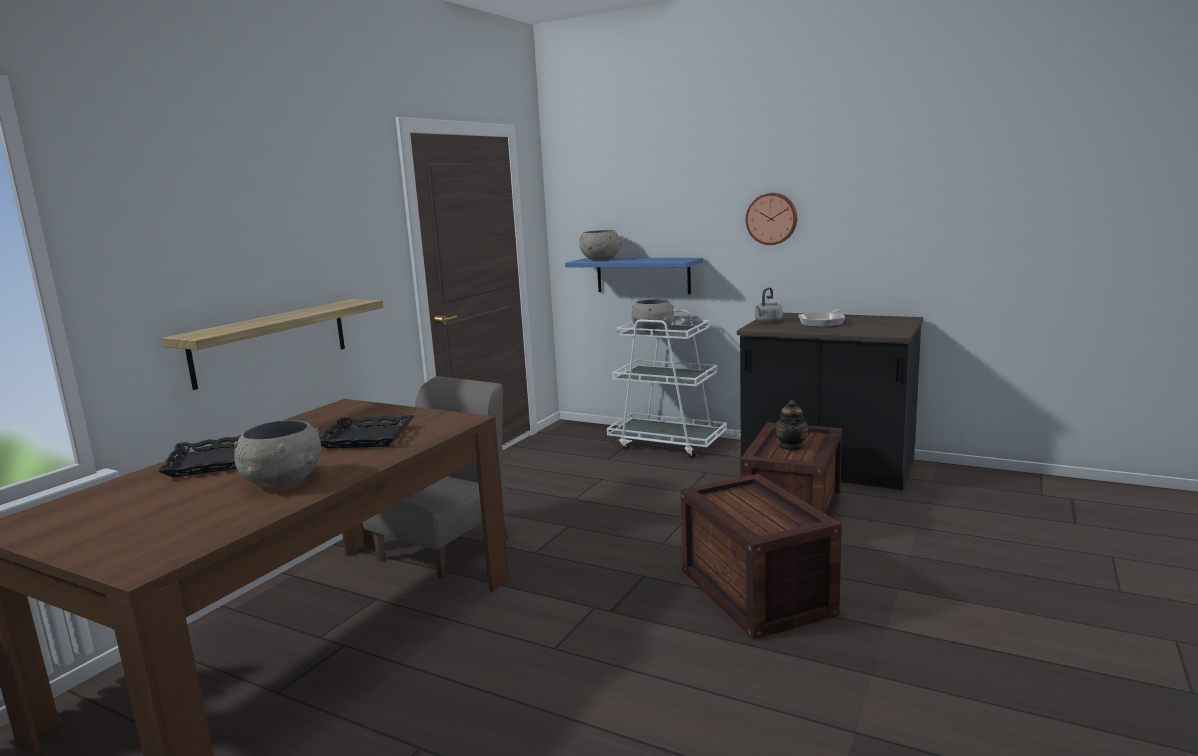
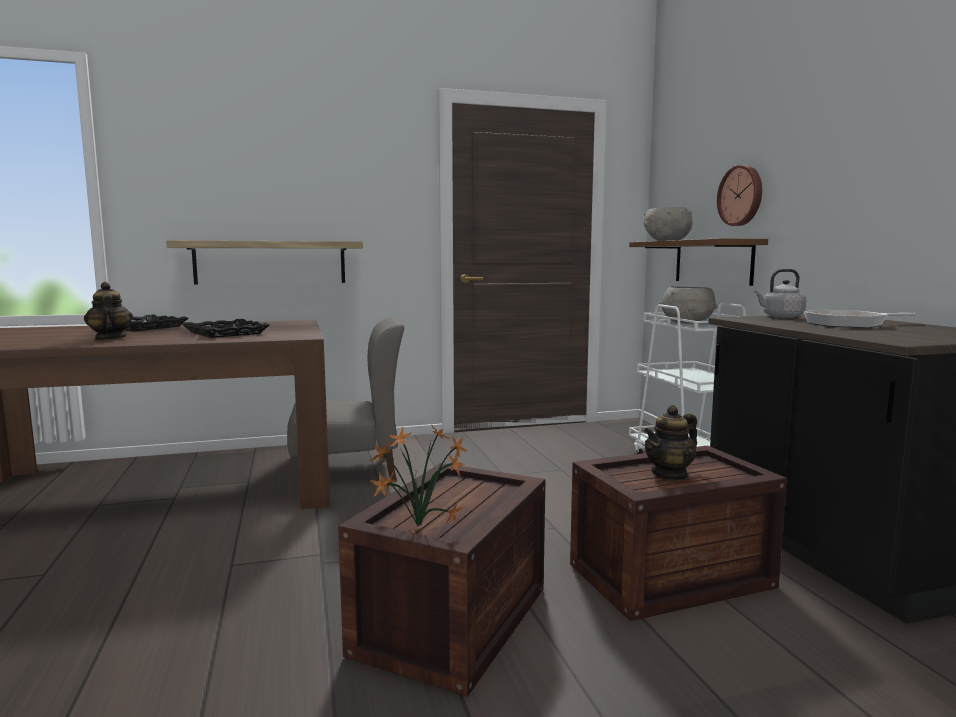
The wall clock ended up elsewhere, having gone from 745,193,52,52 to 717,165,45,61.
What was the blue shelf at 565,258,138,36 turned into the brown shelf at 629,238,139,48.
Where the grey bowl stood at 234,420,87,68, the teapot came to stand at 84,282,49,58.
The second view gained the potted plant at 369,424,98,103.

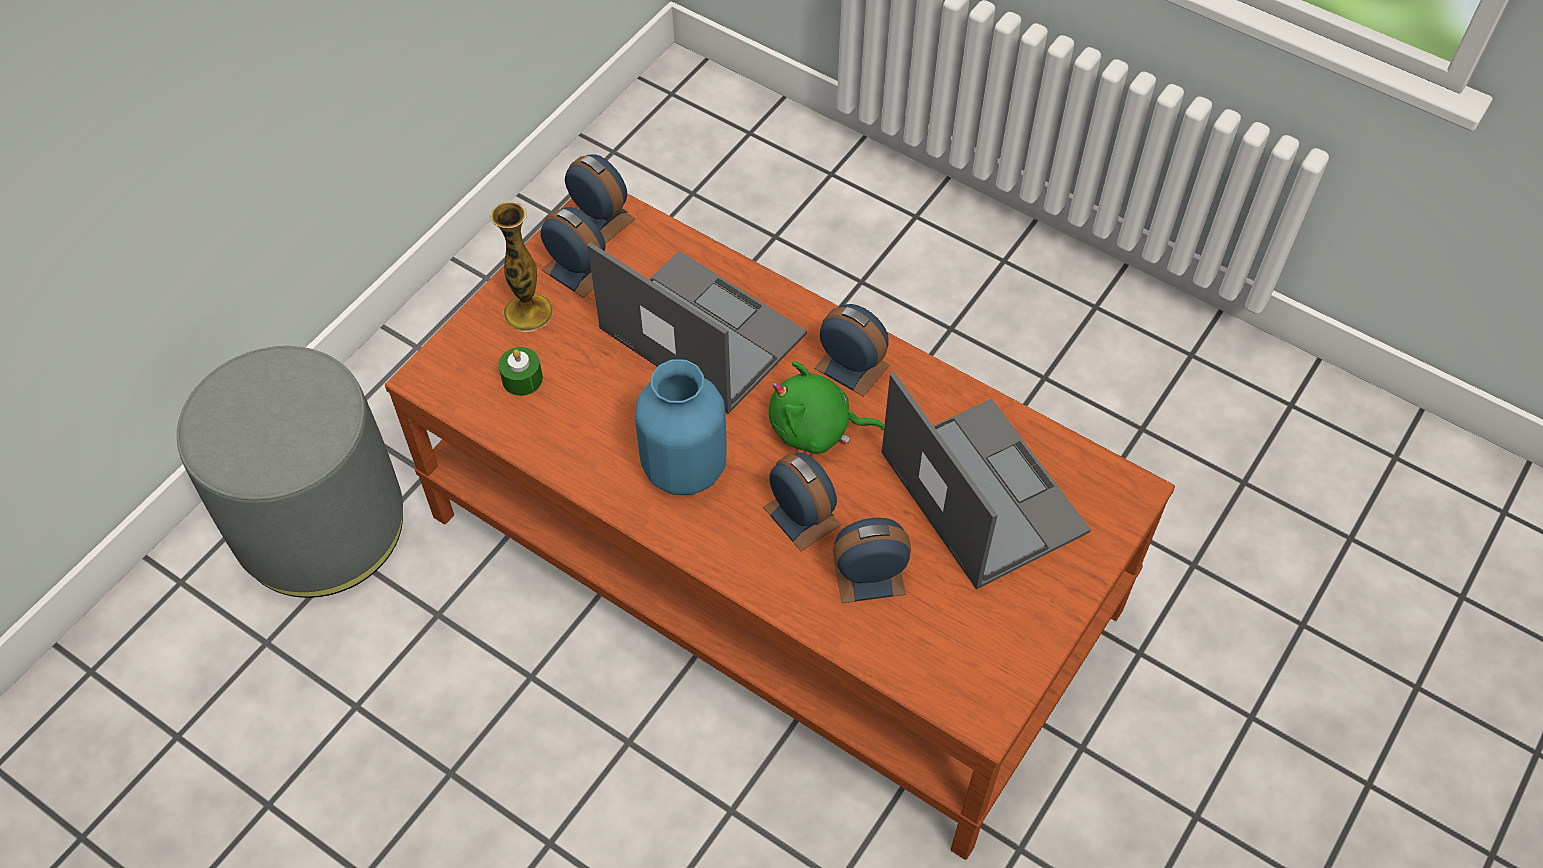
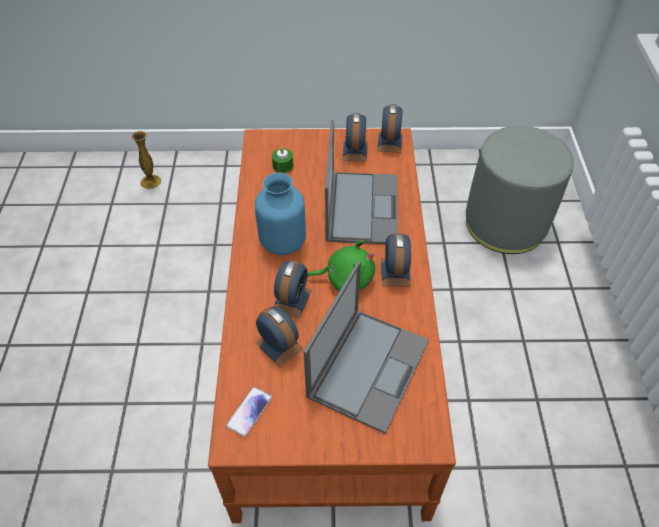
The vase ended up elsewhere, having gone from 490,201,63,131 to 132,131,29,58.
The grey ottoman ended up elsewhere, having gone from 177,346,226,252 to 466,126,108,128.
The green plush toy at 769,361,115,93 ended up facing another way, 120 degrees clockwise from before.
The second view gained the phone at 226,387,46,50.

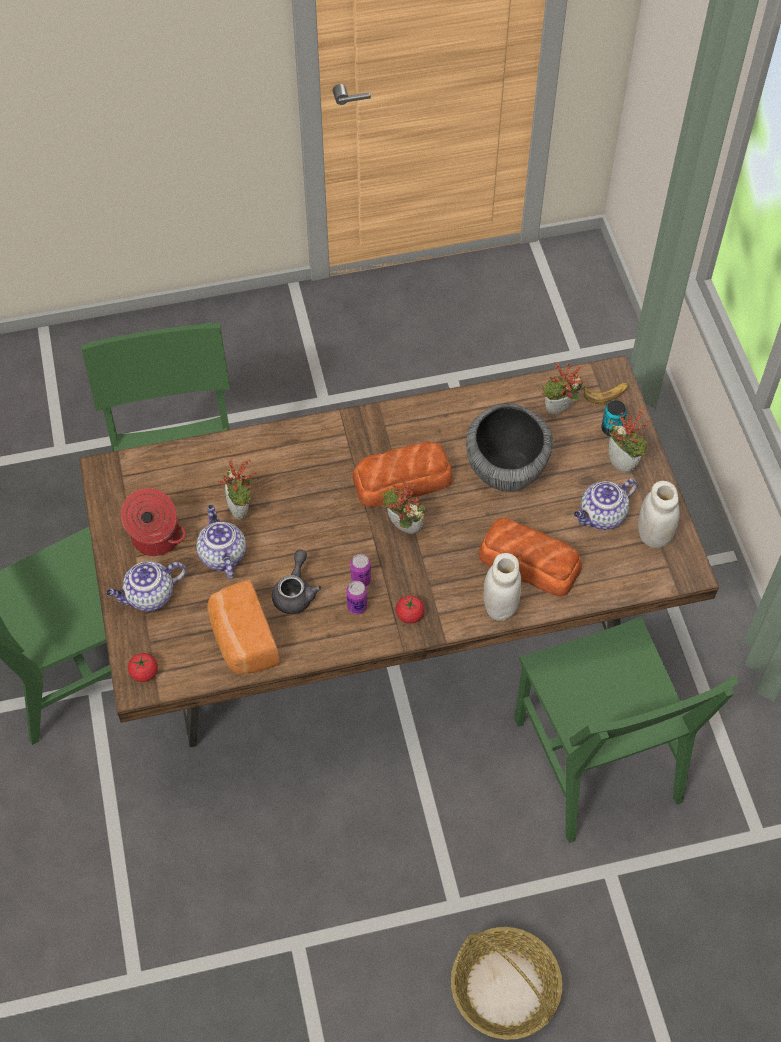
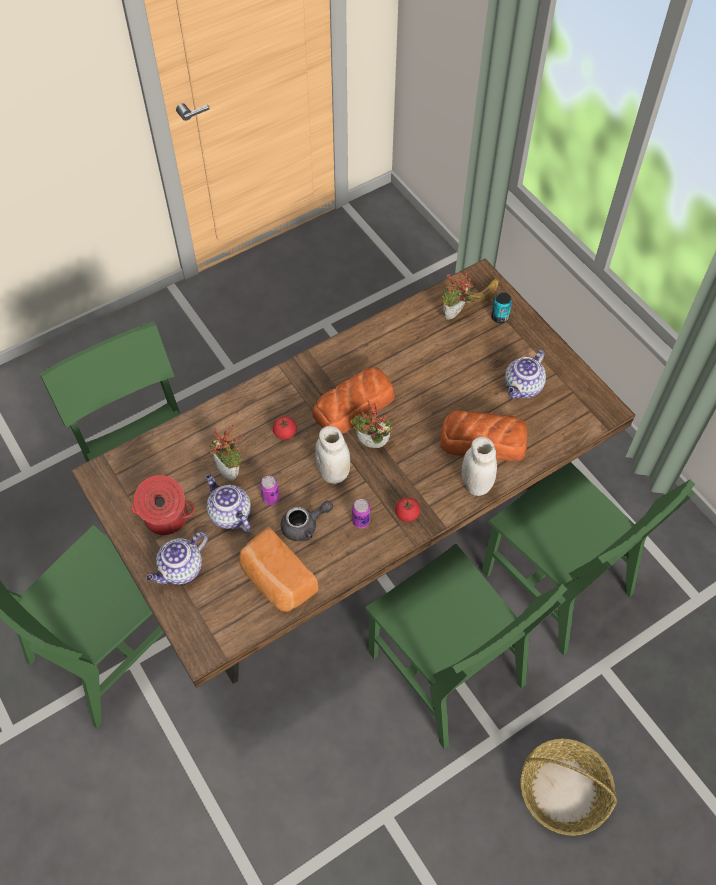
The second view lost the bowl at 466,404,87,88.
The second view lost the potted plant at 608,408,43,65.
The white jar ended up elsewhere, having gone from 638,481,42,67 to 315,426,35,58.
The grey teapot at 272,550,49,64 ended up facing another way, 75 degrees clockwise from before.
The can ended up elsewhere, having gone from 350,554,21,32 to 260,476,20,29.
The tomato ended up elsewhere, having gone from 128,653,30,29 to 273,416,24,24.
The second view gained the green chair at 365,543,202,206.

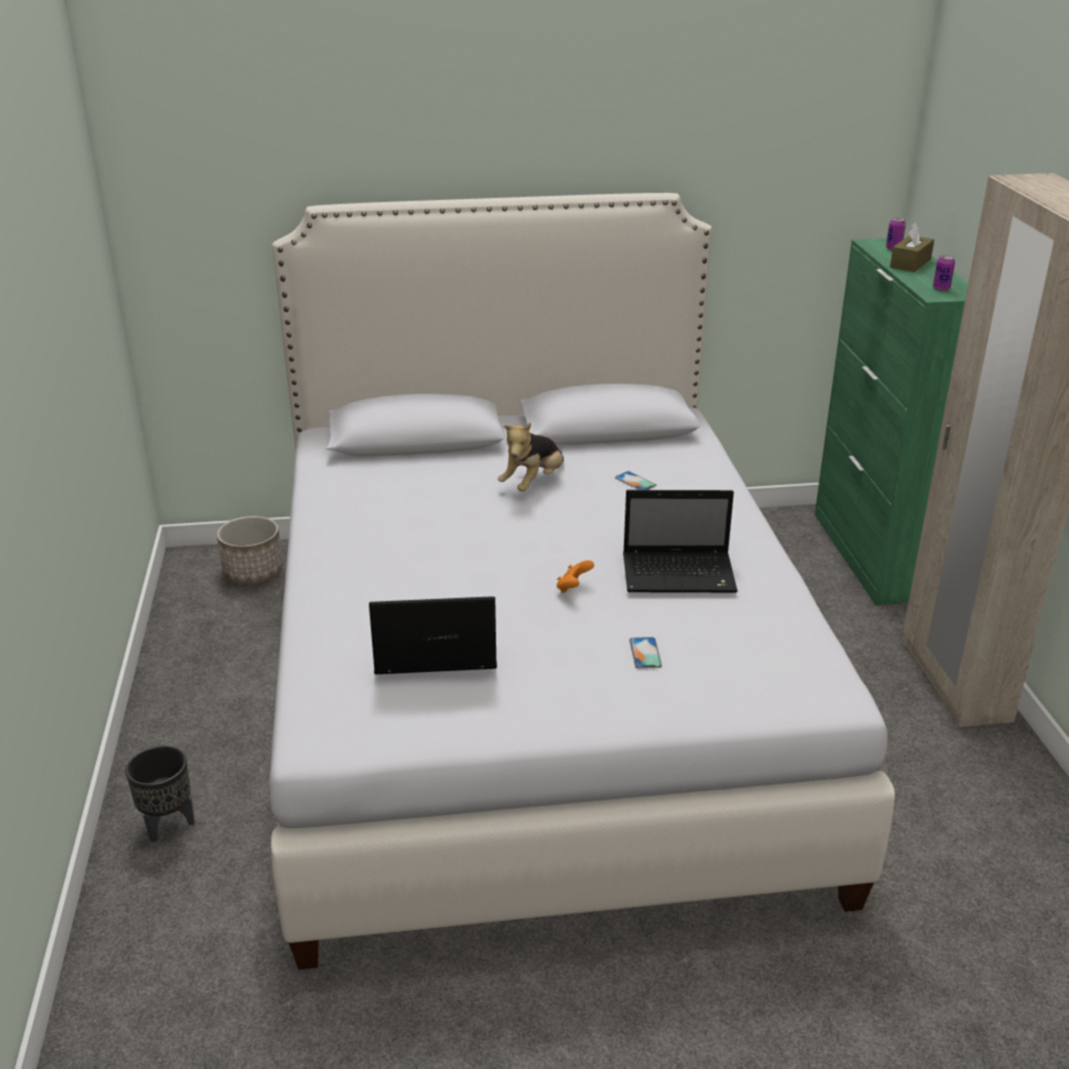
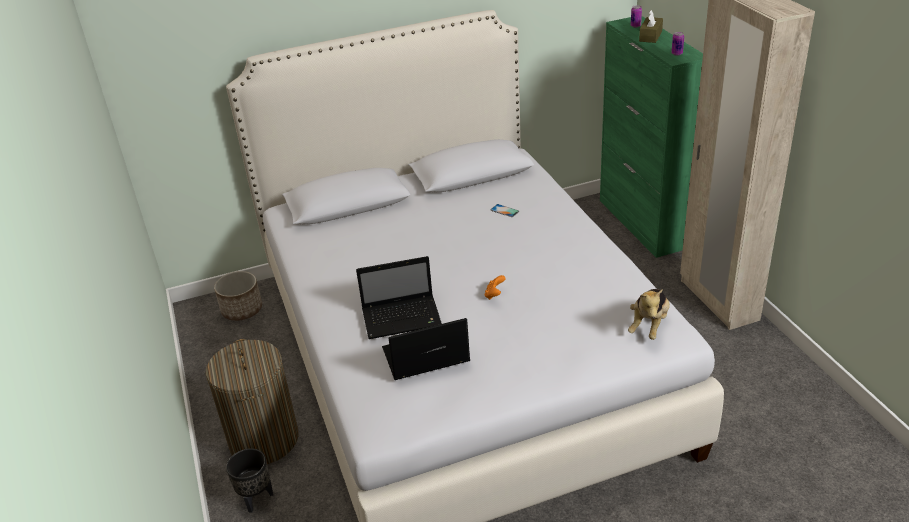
The plush toy ended up elsewhere, having gone from 498,422,66,69 to 628,289,42,51.
The laptop ended up elsewhere, having gone from 623,490,114,103 to 356,256,86,83.
The second view lost the phone at 629,637,33,32.
The second view gained the laundry basket at 206,339,93,125.

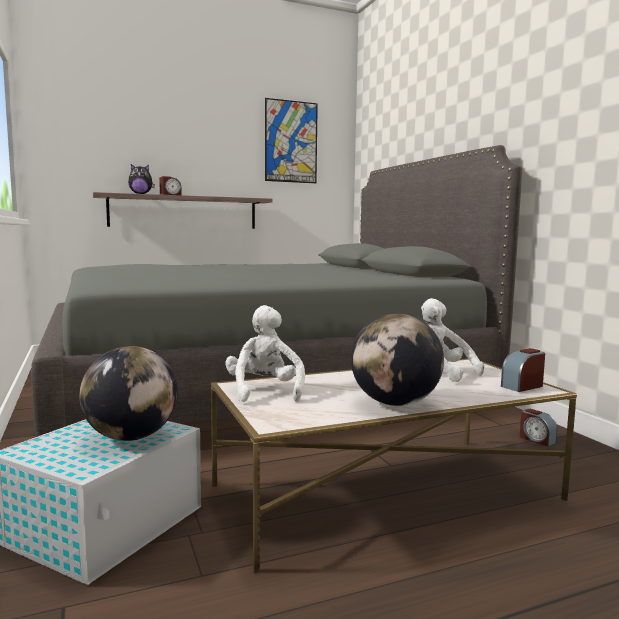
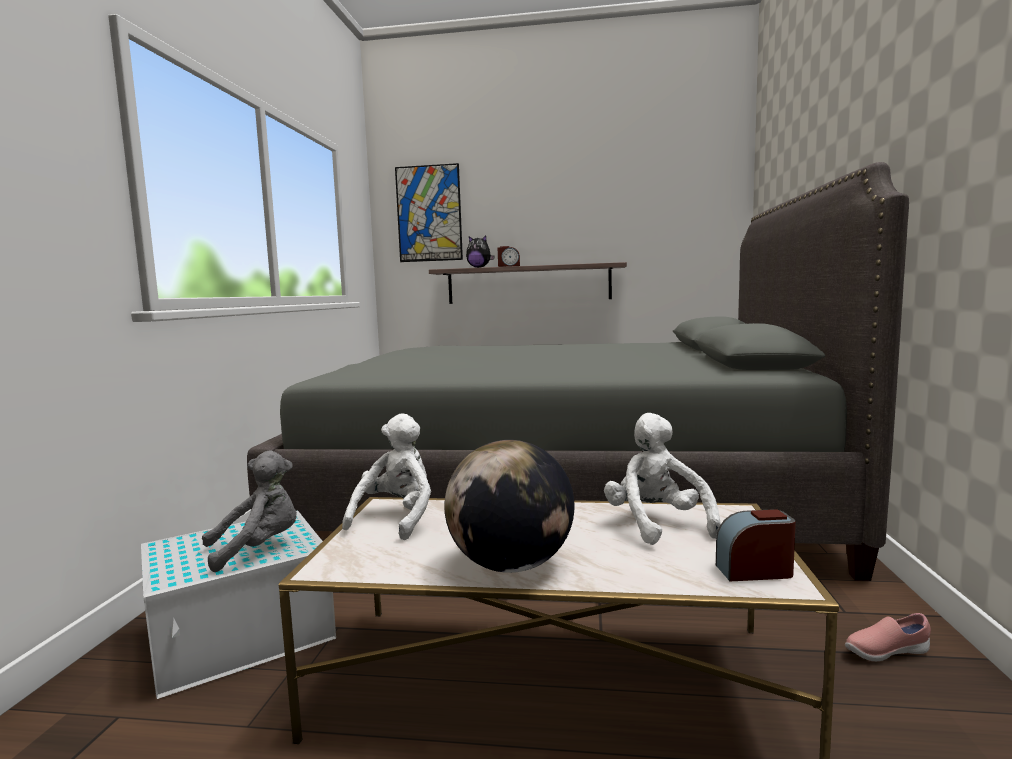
The picture ended up elsewhere, having gone from 265,98,53,85 to 395,163,68,99.
Where the globe stood at 79,346,99,95, the grey plush toy came to stand at 202,450,95,122.
Where the alarm clock stood at 520,409,37,38, the pink shoe came to stand at 845,613,86,48.

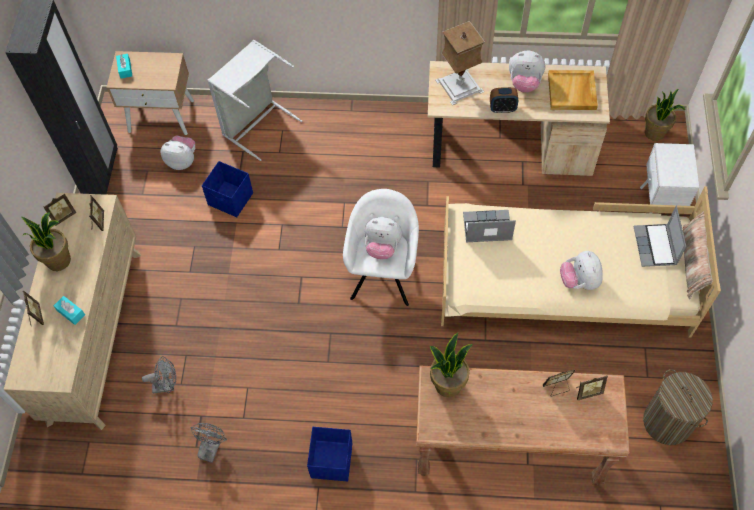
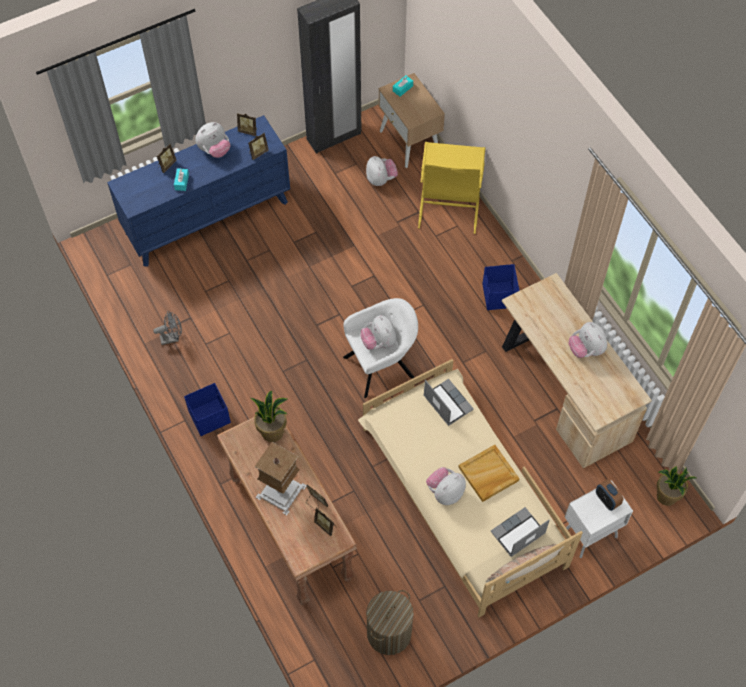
The table lamp ended up elsewhere, having gone from 435,21,50,84 to 255,442,52,73.
What was the grey laundry basket at 207,40,95,121 turned into the yellow laundry basket at 418,142,67,92.
The beige tray ended up elsewhere, having gone from 548,70,50,40 to 458,445,62,57.
The alarm clock ended up elsewhere, having gone from 490,87,28,26 to 596,479,27,32.
The blue storage box ended up elsewhere, having gone from 202,161,51,56 to 482,264,37,46.
What was the beige dresser at 4,193,137,237 turned into the blue dresser at 107,115,183,151.
Where the potted plant stood at 21,212,50,59, the plush toy came to stand at 195,122,35,36.
The second view lost the grey fan at 142,356,34,37.

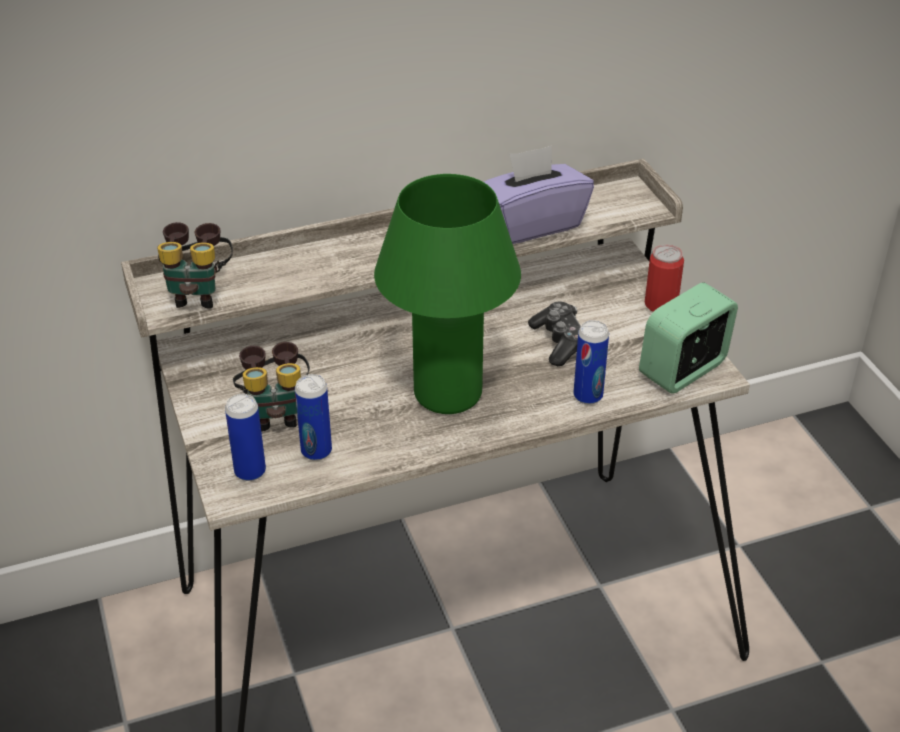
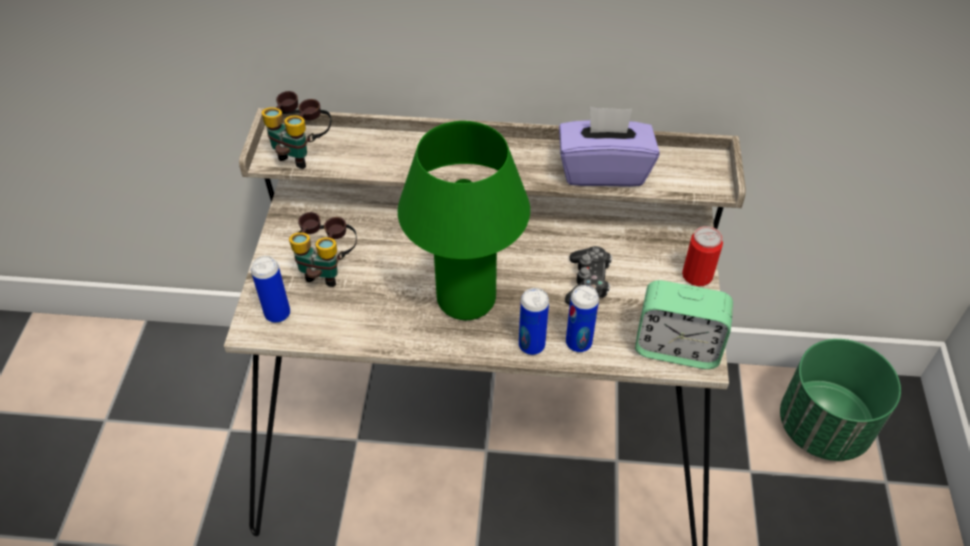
The alarm clock at 639,282,99,112 ended up facing another way, 150 degrees counterclockwise from before.
The can ended up elsewhere, having gone from 295,374,37,87 to 519,288,30,67.
The second view gained the green planter at 780,339,121,122.

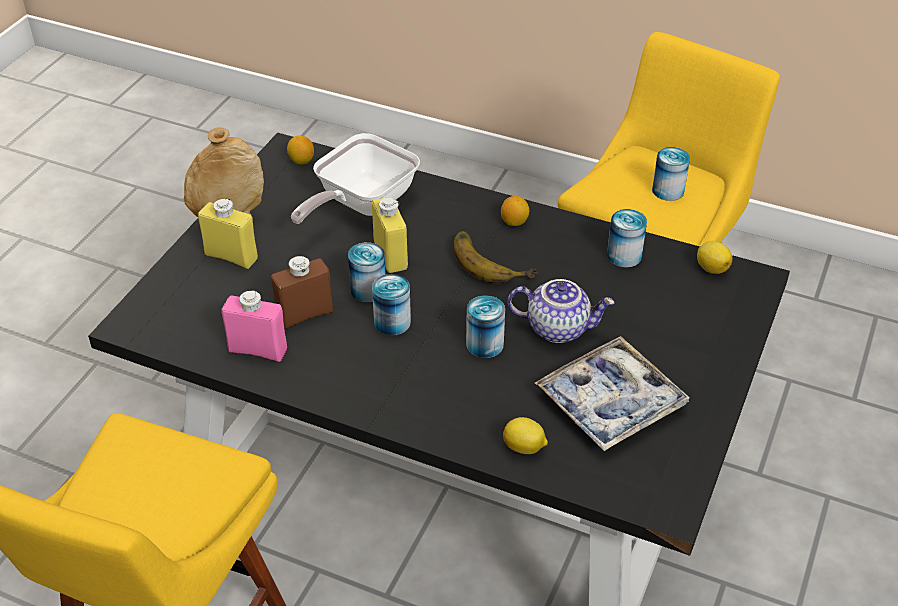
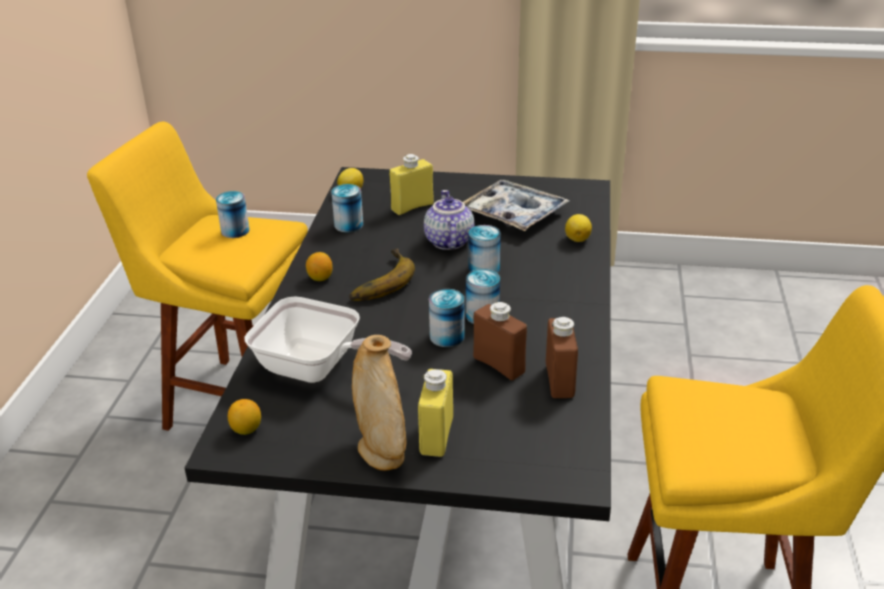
The yellow bottle ended up elsewhere, having gone from 372,197,36,76 to 389,154,45,61.
What was the pink bottle at 221,290,66,72 turned into the brown bottle at 546,317,32,81.

